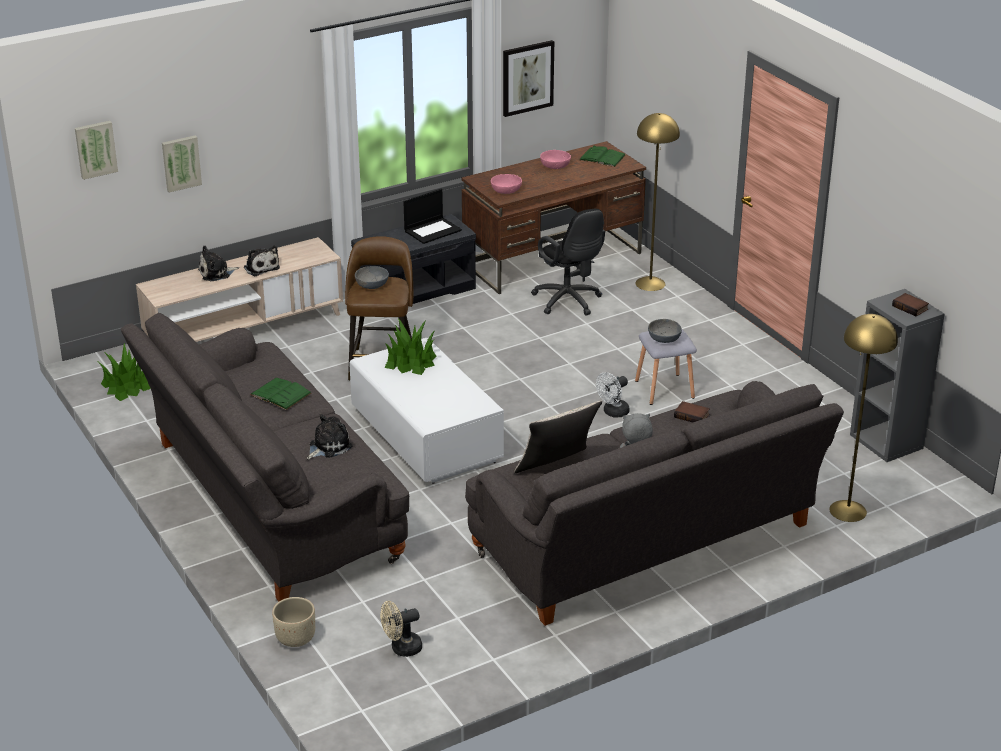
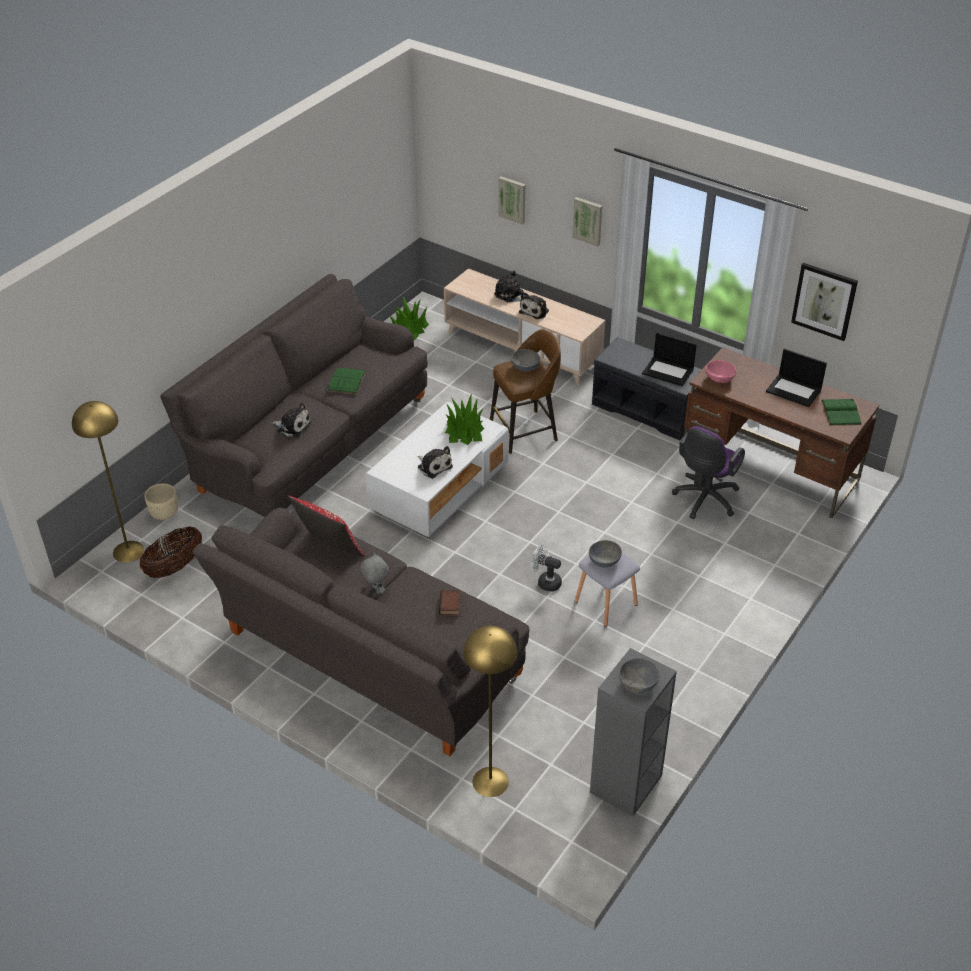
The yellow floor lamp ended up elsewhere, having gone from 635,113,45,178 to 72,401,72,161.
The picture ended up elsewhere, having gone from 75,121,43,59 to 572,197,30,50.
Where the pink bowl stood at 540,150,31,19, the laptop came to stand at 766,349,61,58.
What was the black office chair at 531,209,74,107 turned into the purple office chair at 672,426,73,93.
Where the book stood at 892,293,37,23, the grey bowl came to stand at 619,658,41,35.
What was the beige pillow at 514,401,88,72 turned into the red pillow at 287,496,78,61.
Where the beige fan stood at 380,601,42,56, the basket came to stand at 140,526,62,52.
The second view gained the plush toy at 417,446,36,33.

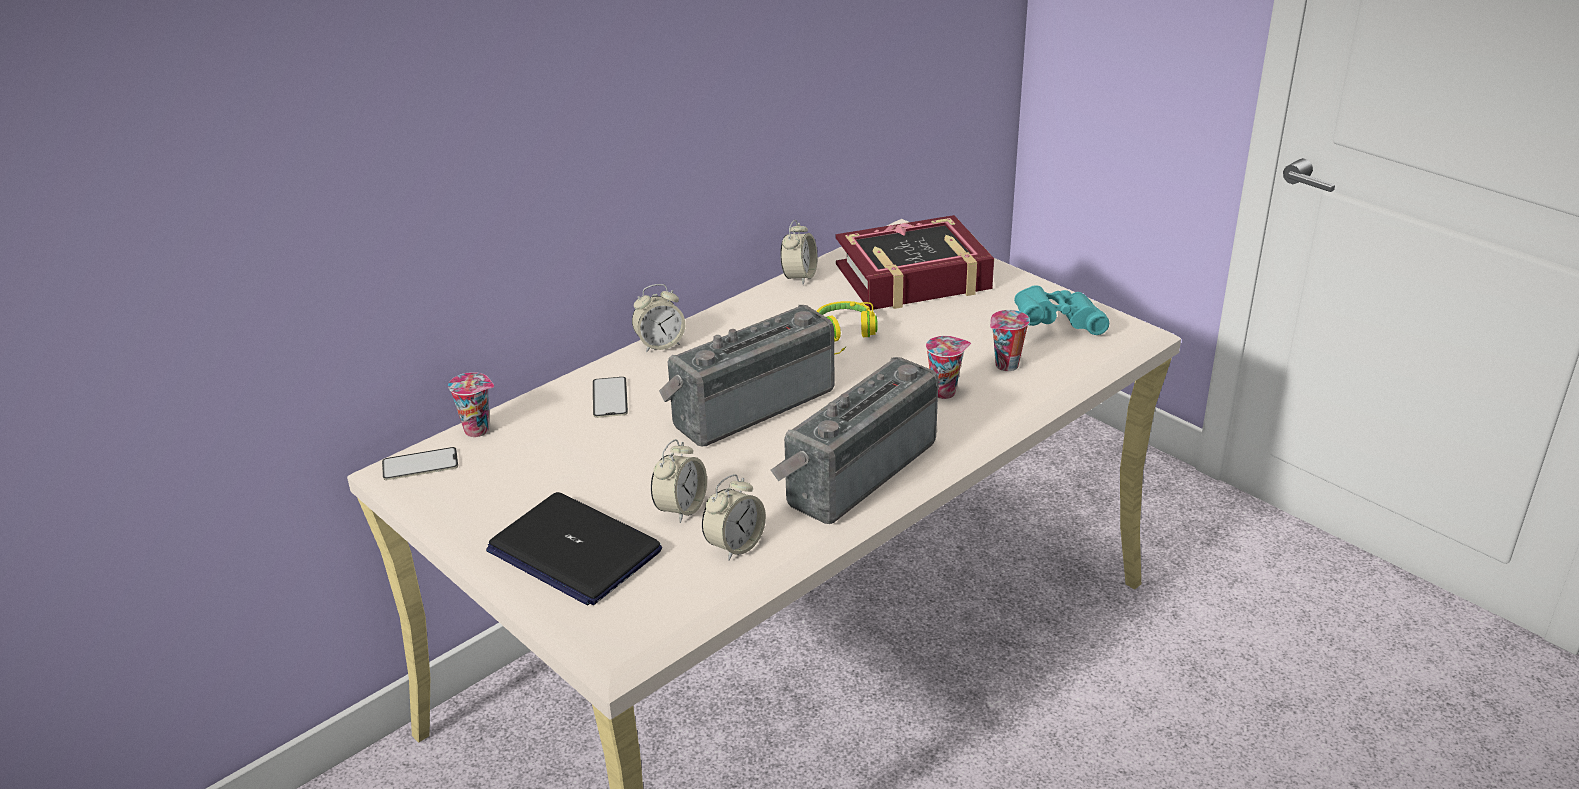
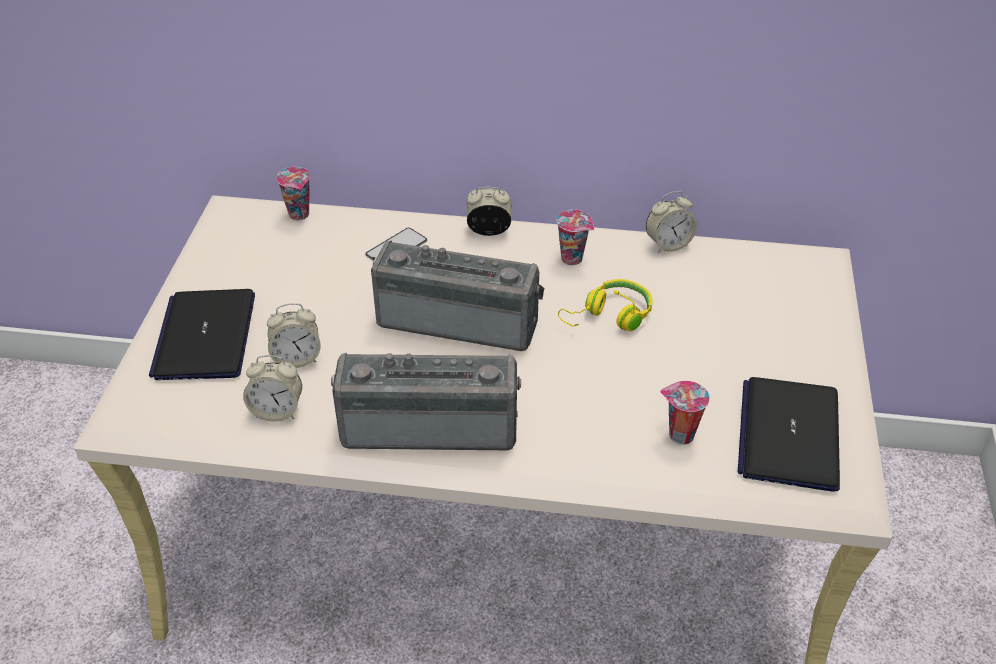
The second view lost the book at 835,215,159,95.
The alarm clock at 632,284,53,68 ended up facing another way, 150 degrees clockwise from before.
Where the turquoise binoculars stood at 1014,286,95,49, the laptop came to stand at 738,377,102,115.
The cup ended up elsewhere, having gone from 926,336,45,63 to 556,209,38,56.
The second view lost the phone at 382,447,76,33.

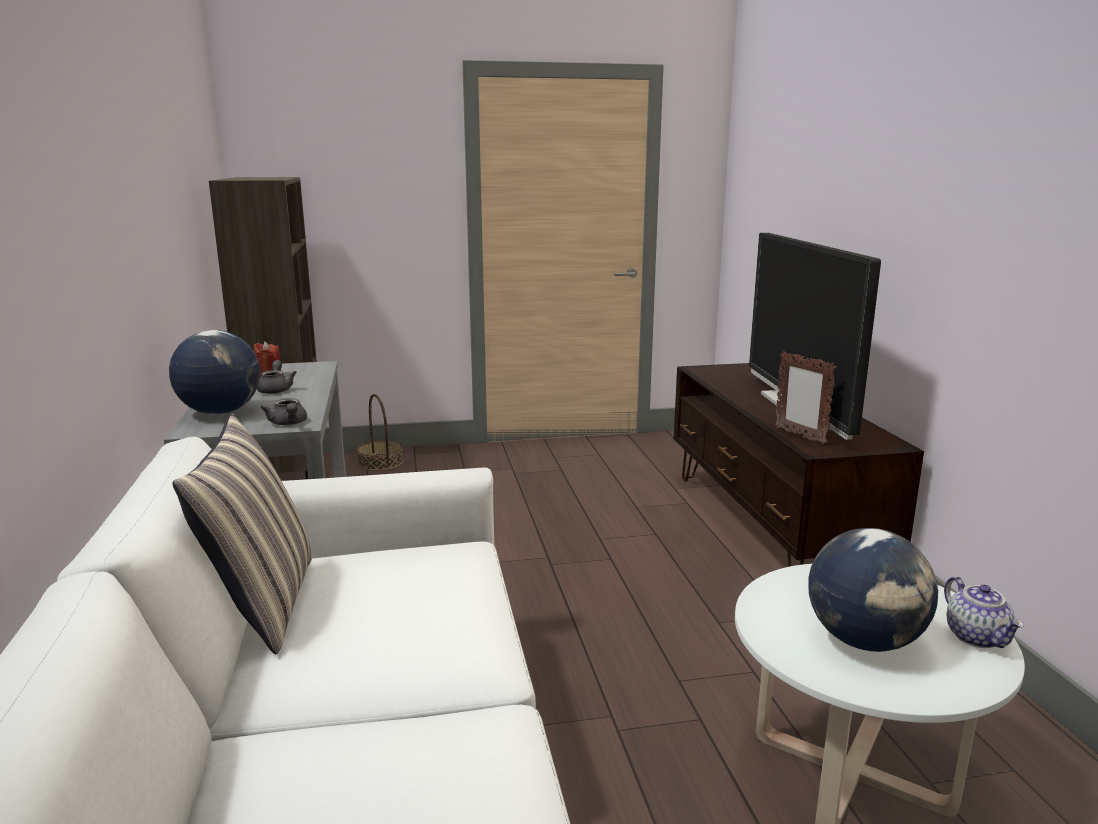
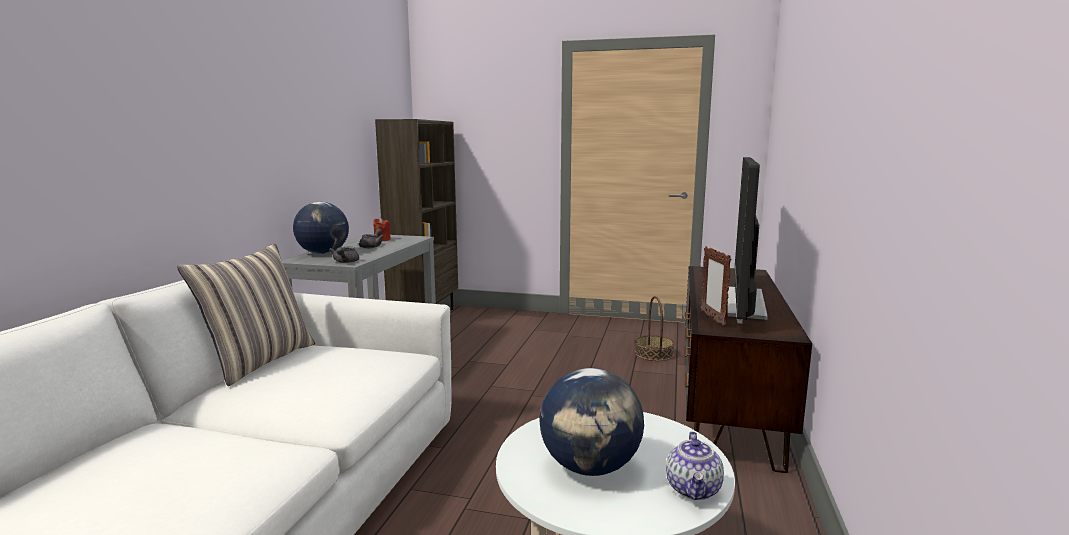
The basket ended up elsewhere, having gone from 356,394,48,77 to 635,296,39,65.

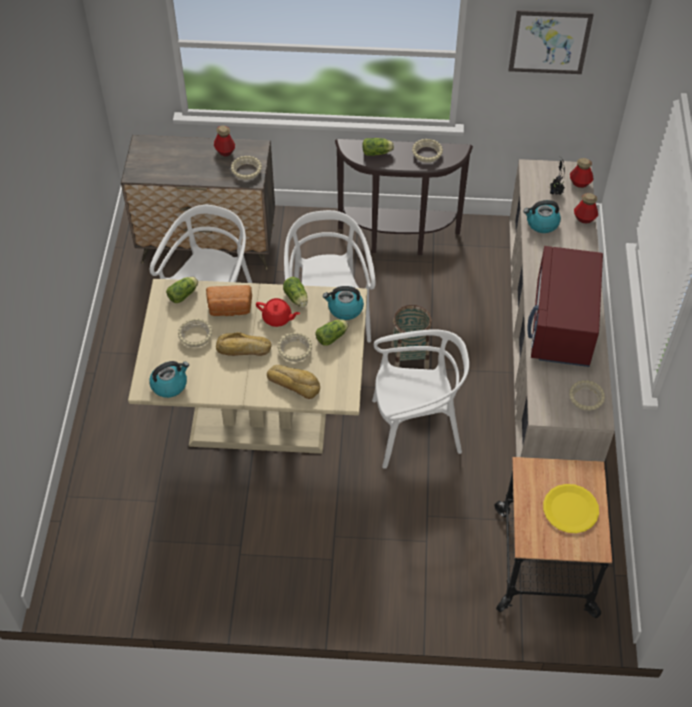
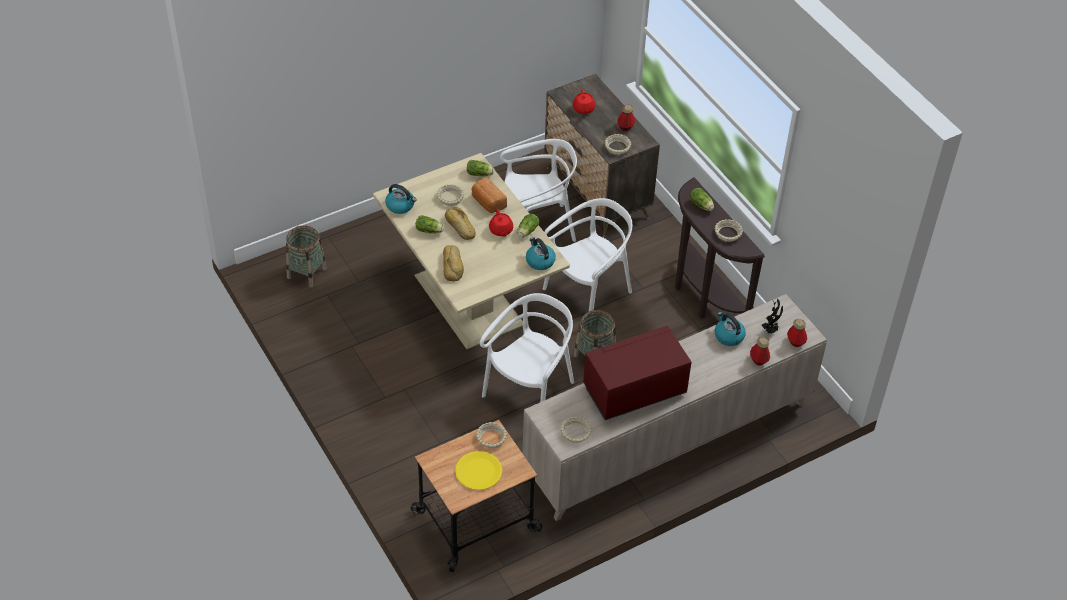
The second view lost the picture at 508,10,86,64.
The lettuce ended up elsewhere, having gone from 315,320,34,26 to 416,215,28,19.
The white chair at 372,329,97,140 ended up facing another way, 105 degrees counterclockwise from before.
The beige bowl ended up elsewhere, having gone from 277,332,35,30 to 476,422,31,26.
The second view gained the red teapot at 573,89,22,25.
The second view gained the basket at 286,226,41,62.

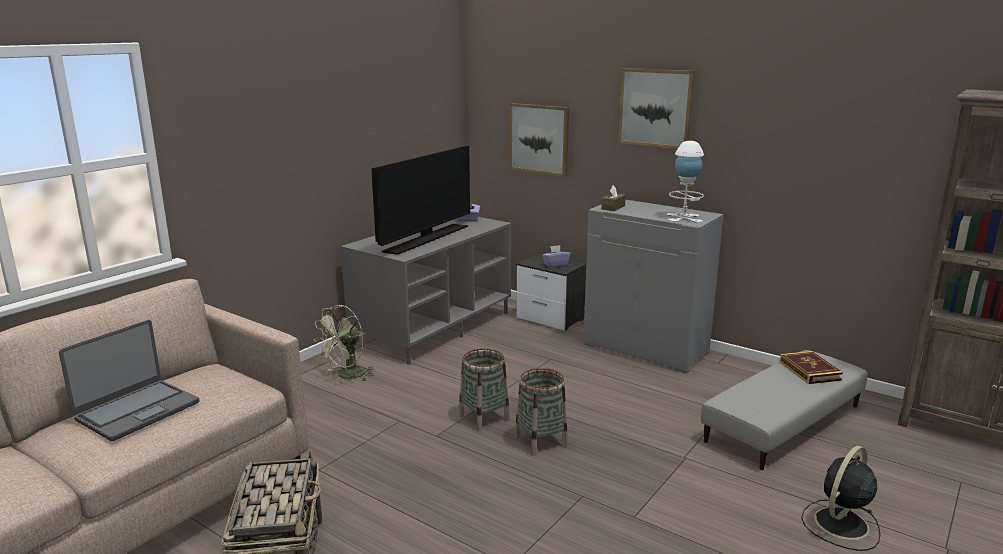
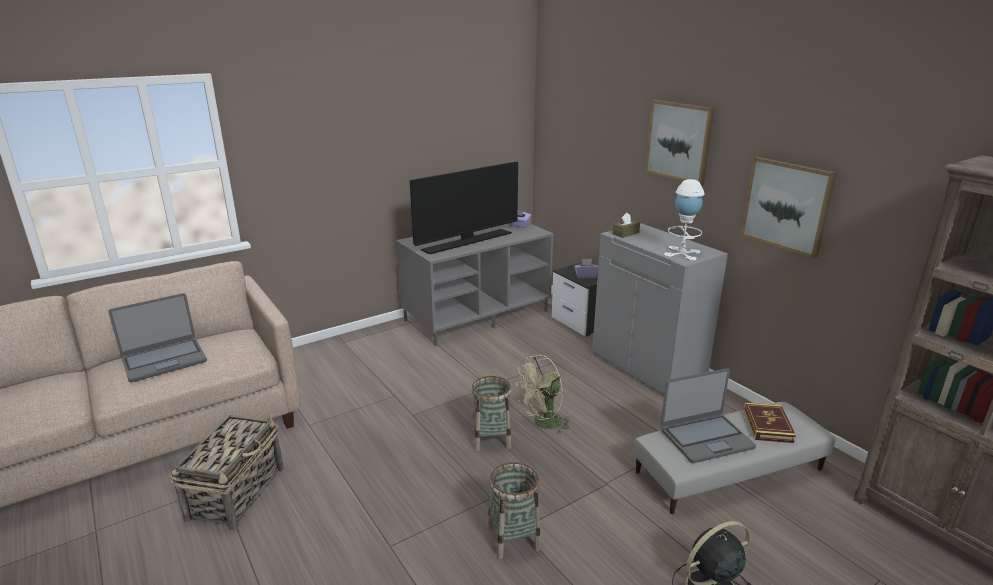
The picture ended up elsewhere, having gone from 509,103,60,74 to 740,157,97,101.
The green fan ended up elsewhere, having gone from 314,305,60,76 to 515,355,56,79.
The basket ended up elsewhere, having gone from 459,348,51,83 to 488,462,53,97.
The second view gained the laptop at 661,368,95,95.

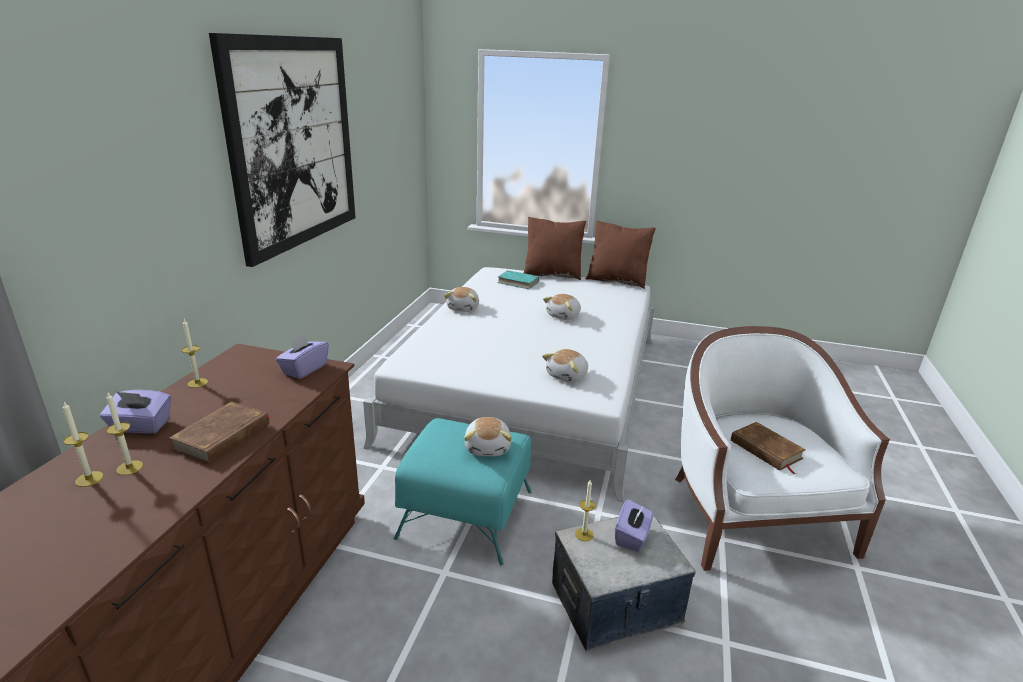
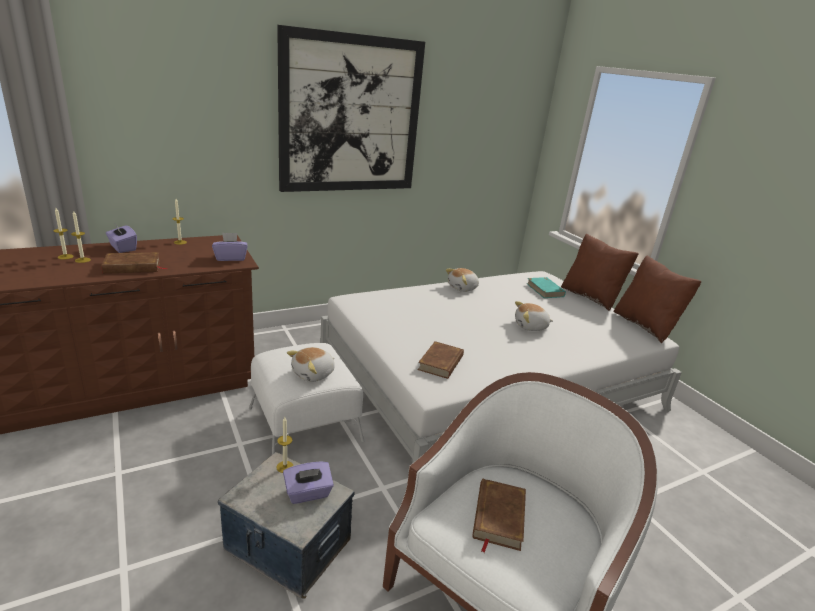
Where the plush toy stood at 542,349,46,33, the brown book came to stand at 418,341,46,38.
What was the turquoise ottoman at 394,418,138,148 turned into the white ottoman at 249,343,115,112.

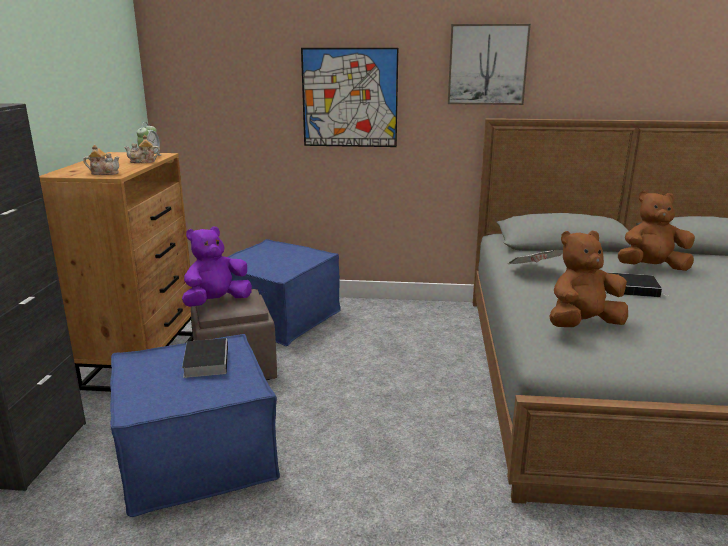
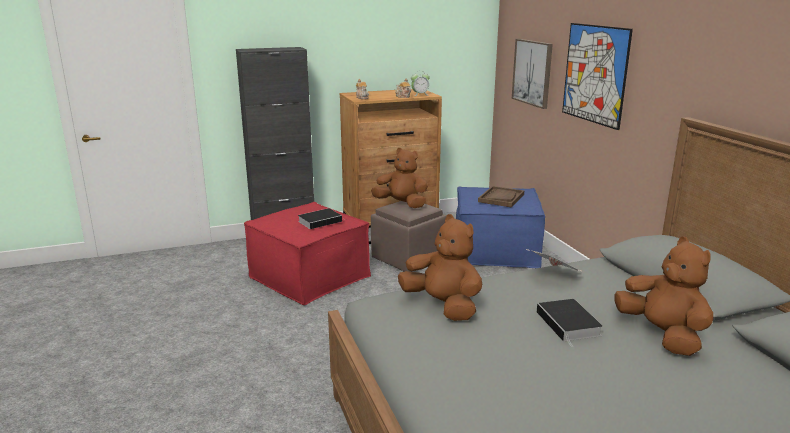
The picture ended up elsewhere, having gone from 448,24,83,81 to 512,39,41,70.
What was the purple plush toy at 182,226,70,81 turned into the brown plush toy at 371,148,57,60.
What was the blue ottoman at 110,334,170,183 turned into the red ottoman at 244,202,127,103.
The second view gained the brown tray at 478,186,46,22.

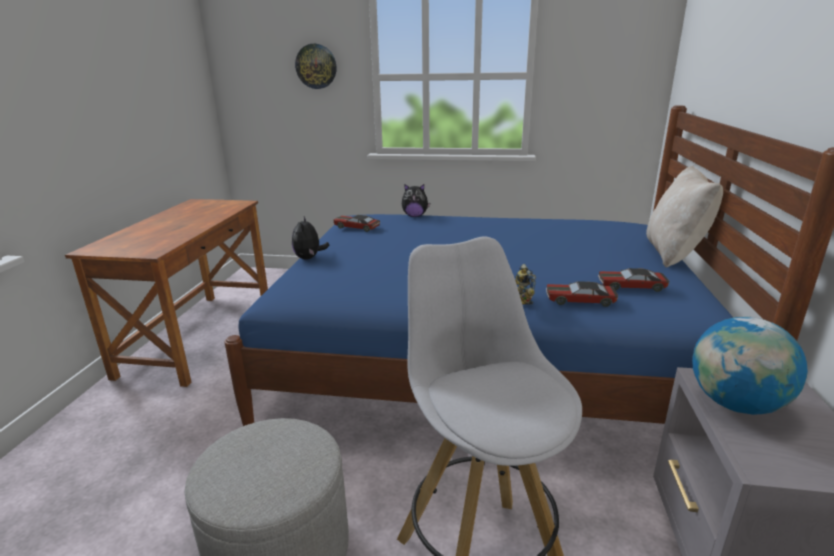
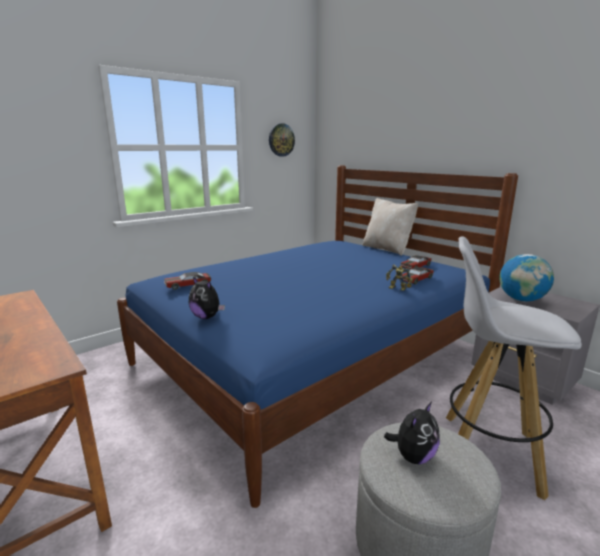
The wall clock ended up elsewhere, having gone from 295,44,42,45 to 269,123,26,34.
The plush toy ended up elsewhere, having gone from 402,184,28,33 to 384,402,56,62.

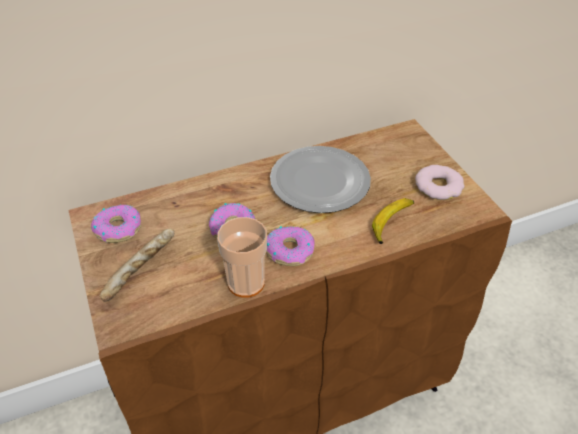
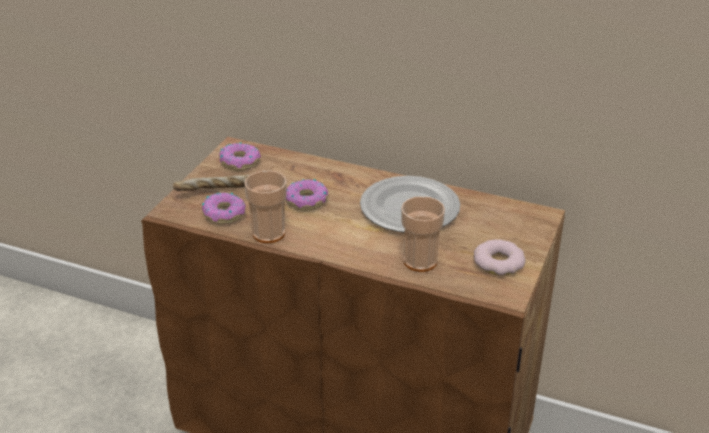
Where the banana stood at 372,198,42,46, the cup came to stand at 401,196,44,76.
The donut ended up elsewhere, having gone from 266,226,49,40 to 202,193,44,31.

